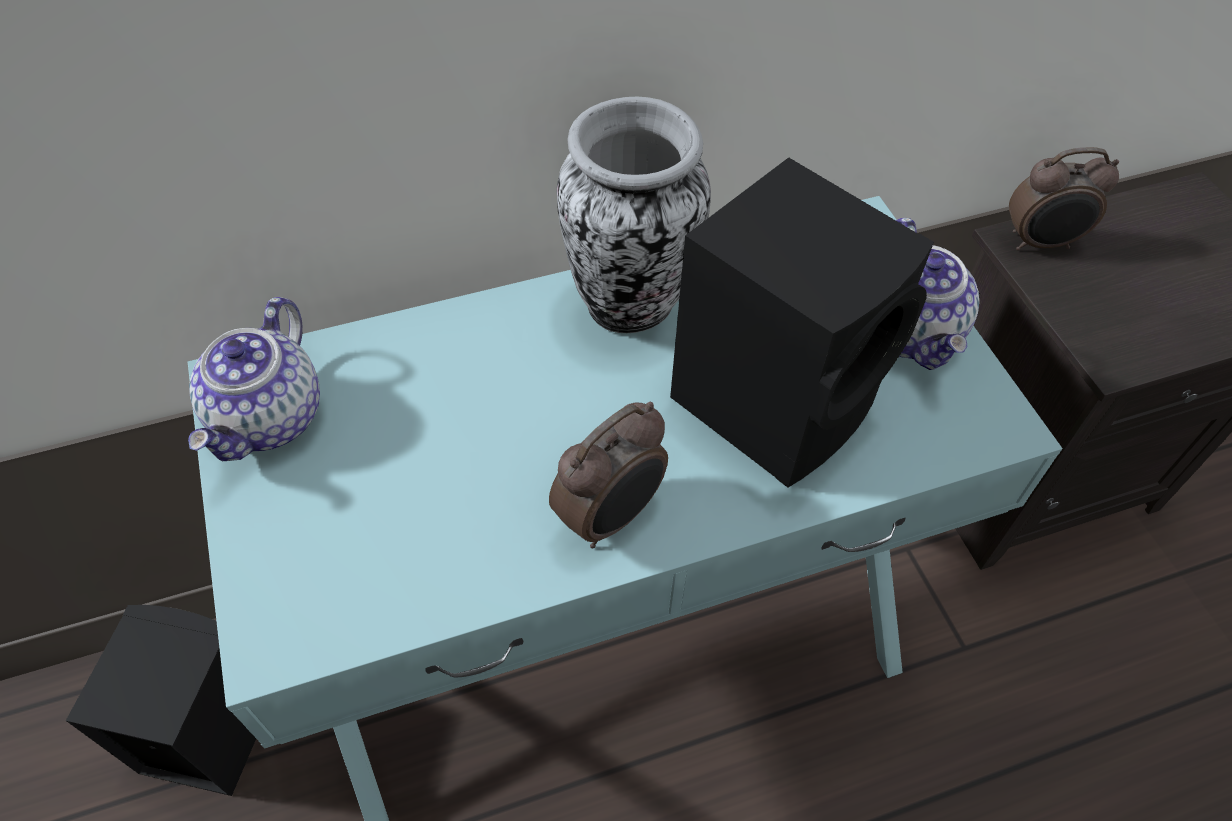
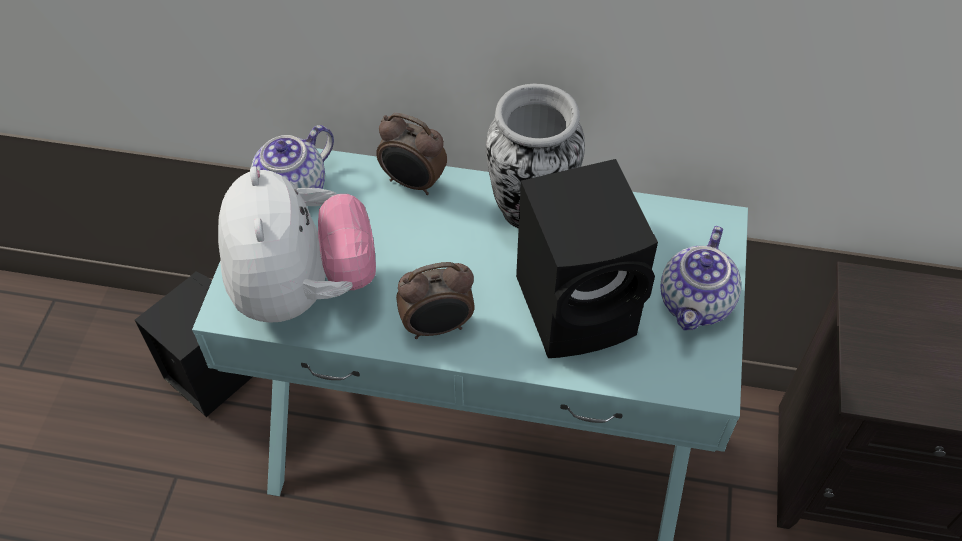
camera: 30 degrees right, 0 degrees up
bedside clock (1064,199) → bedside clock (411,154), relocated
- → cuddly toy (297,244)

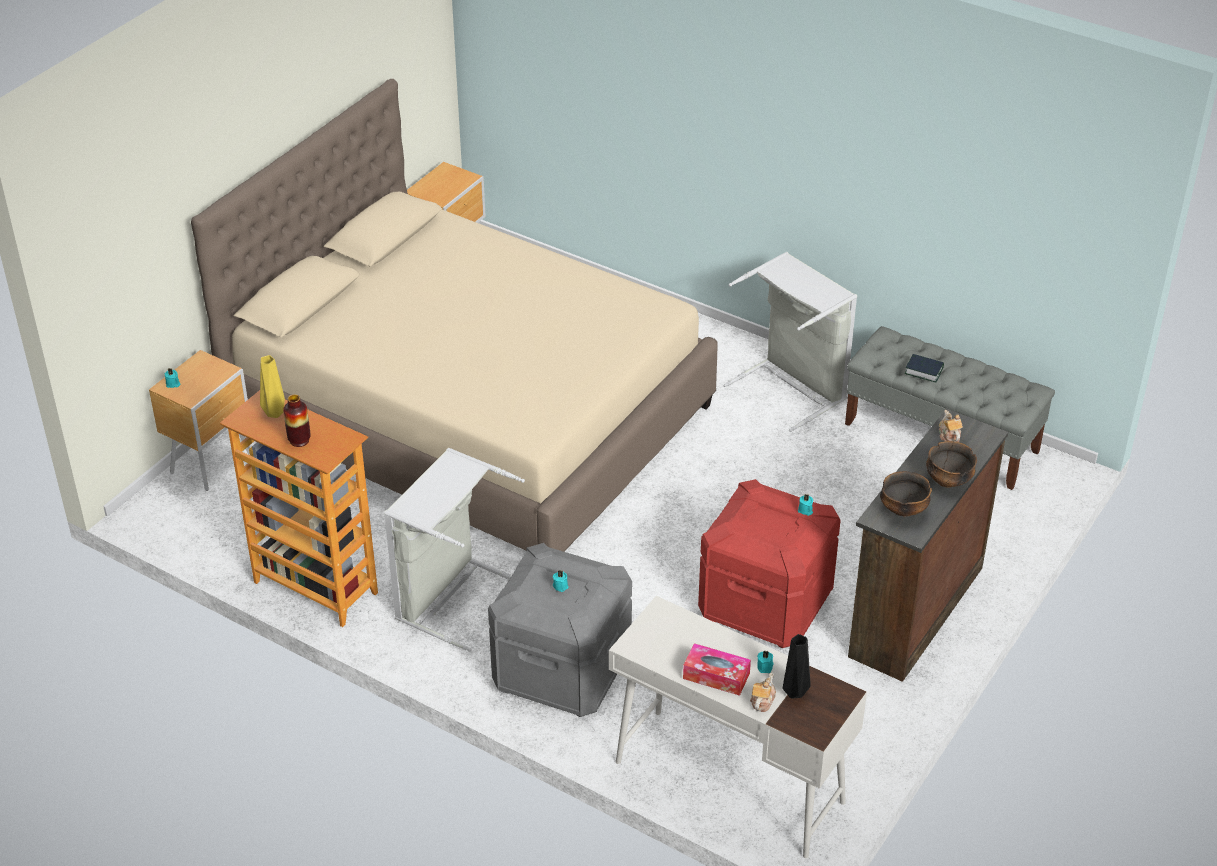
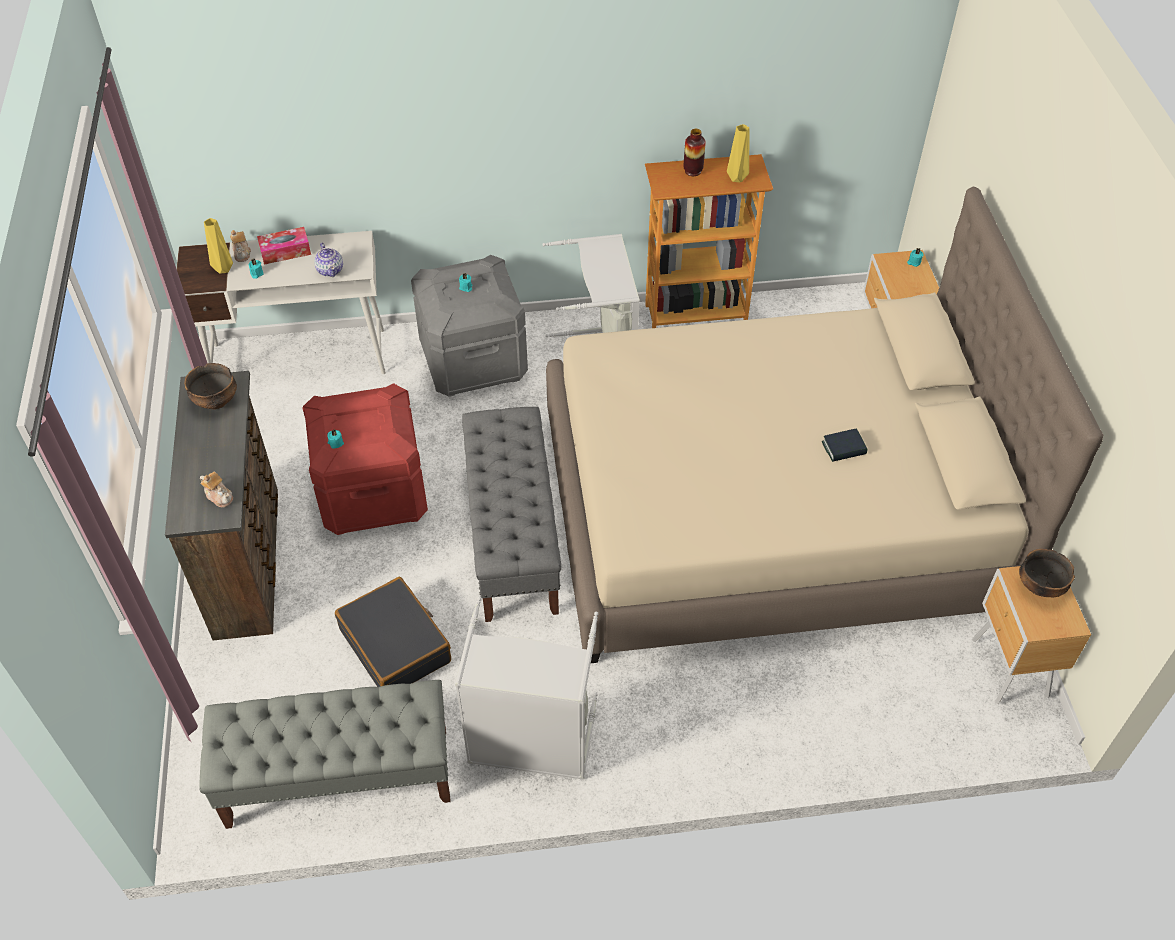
camera: 140 degrees right, 10 degrees up
vase/black-coloured (797,666) → vase/yellow-coloured (218,246)
volume (924,368) → volume (844,445), relocated
deep dish (951,464) → deep dish (1047,573), relocated
- → pot for tea (328,259)
- → travel case/black-coloured (393,632)
- → bench/grey (511,514)

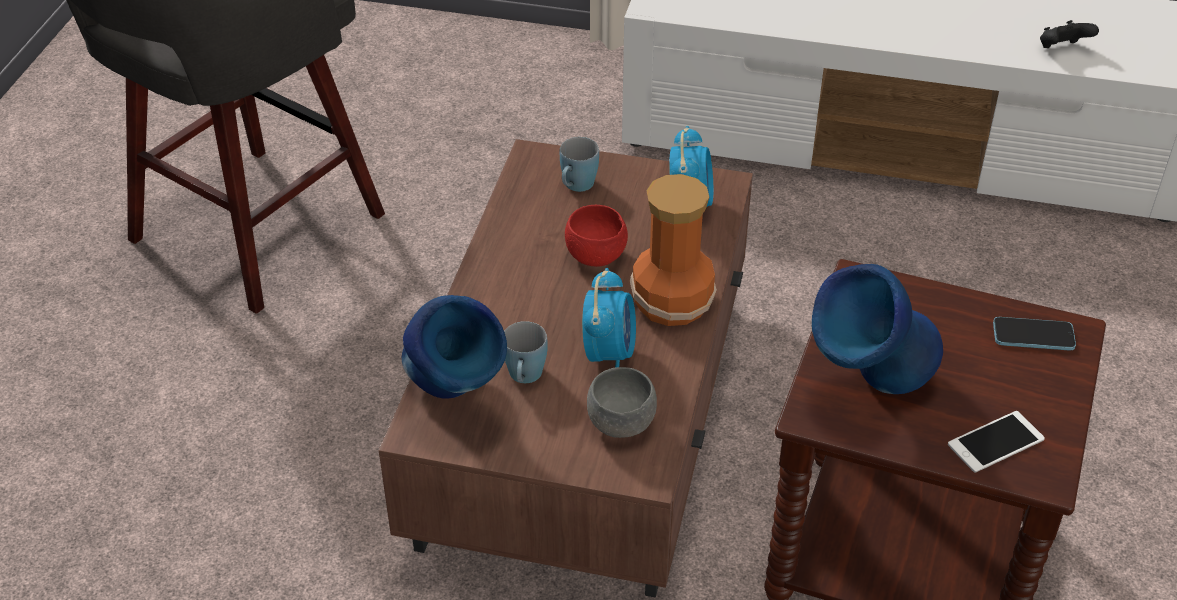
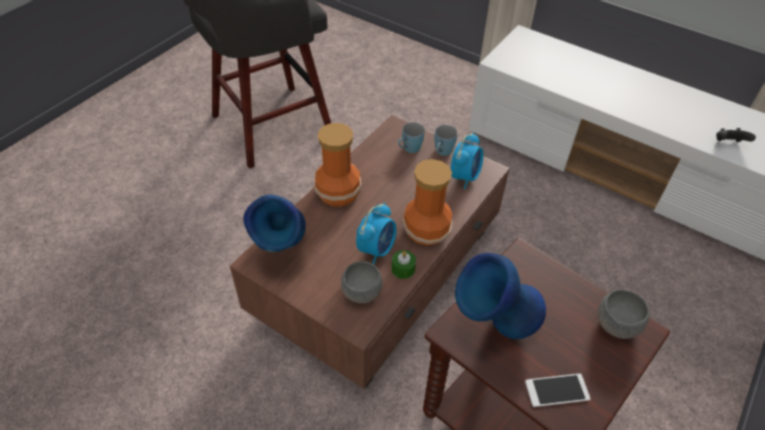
camera: 20 degrees right, 5 degrees up
mug/bluish (526,352) → mug/bluish (445,140), relocated
deep dish/red (596,236) → -
phone (1034,333) → deep dish/grey (624,314)
- → vase (338,165)
- → wax light/greenish (404,264)

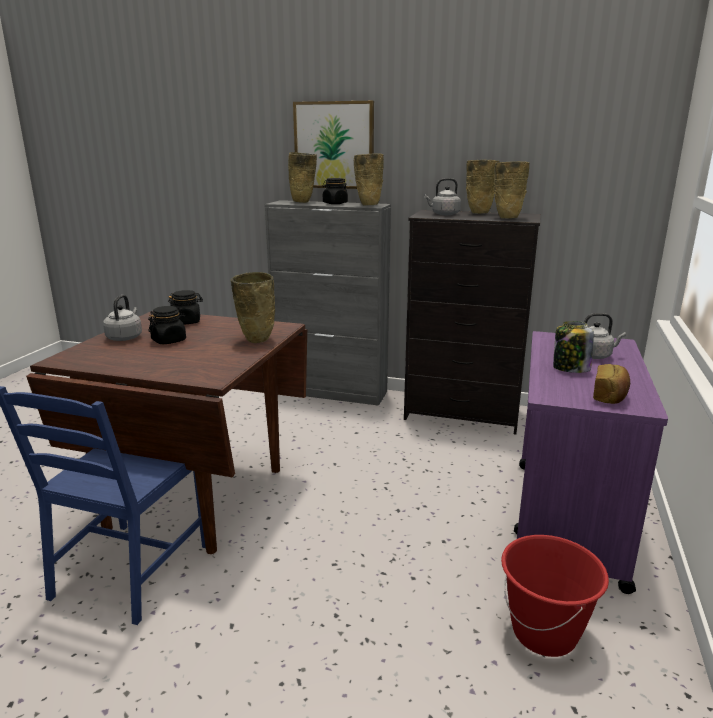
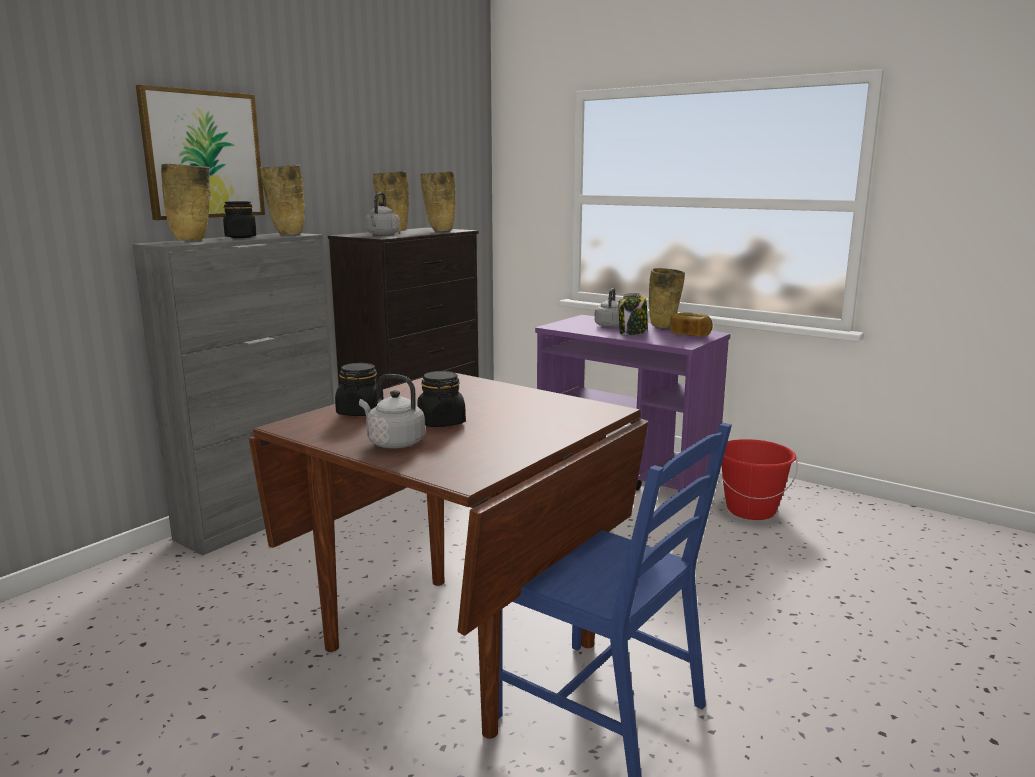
camera: 70 degrees left, 5 degrees down
vase/beige-coloured (252,307) → vase/beige-coloured (667,298), relocated

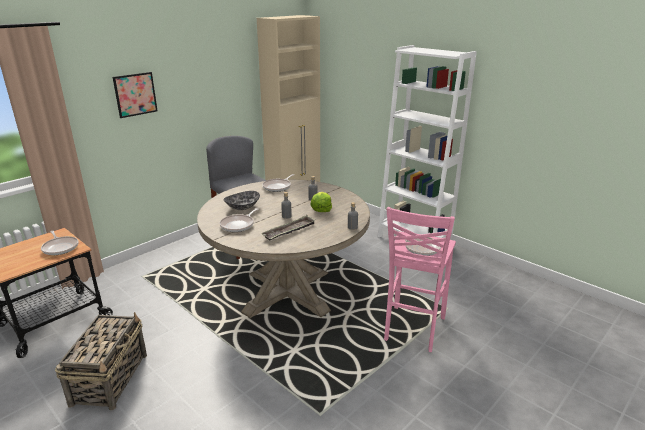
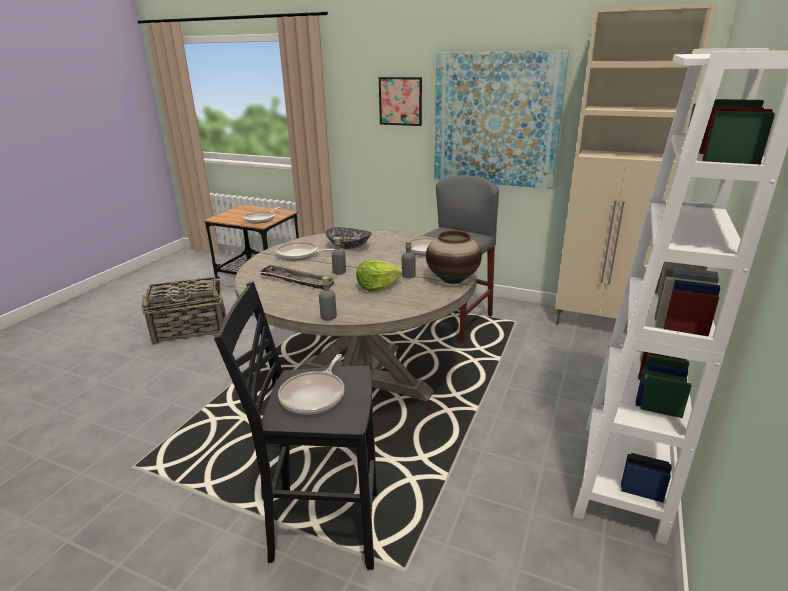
camera: 70 degrees right, 0 degrees up
sitting stool/pink-coloured (420,279) → sitting stool/black-coloured (295,426)
- → vase (454,257)
- → picture (501,120)

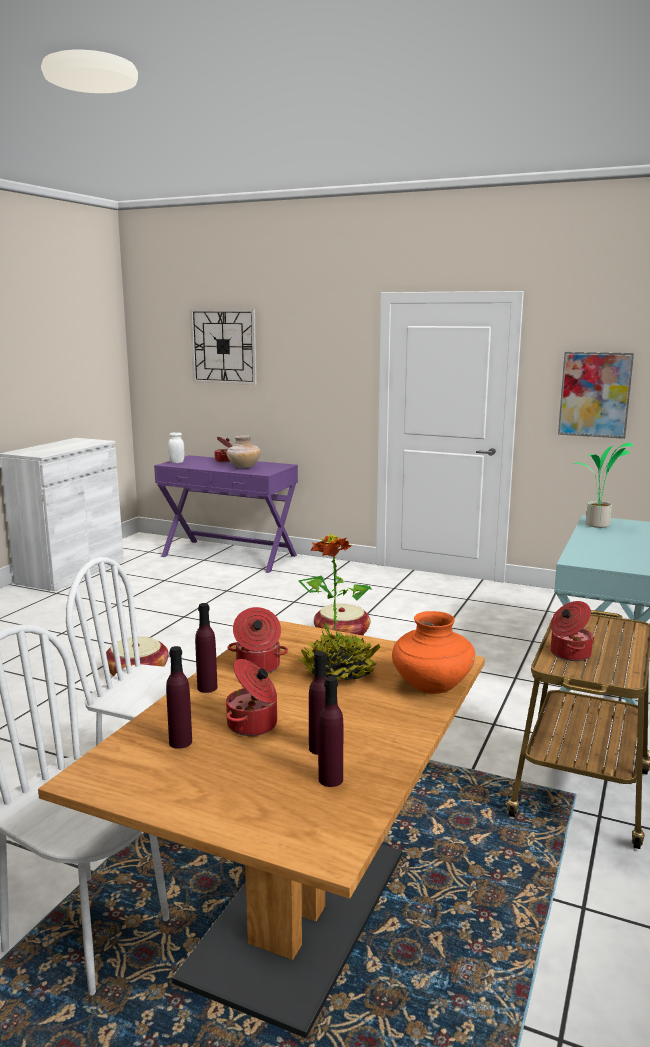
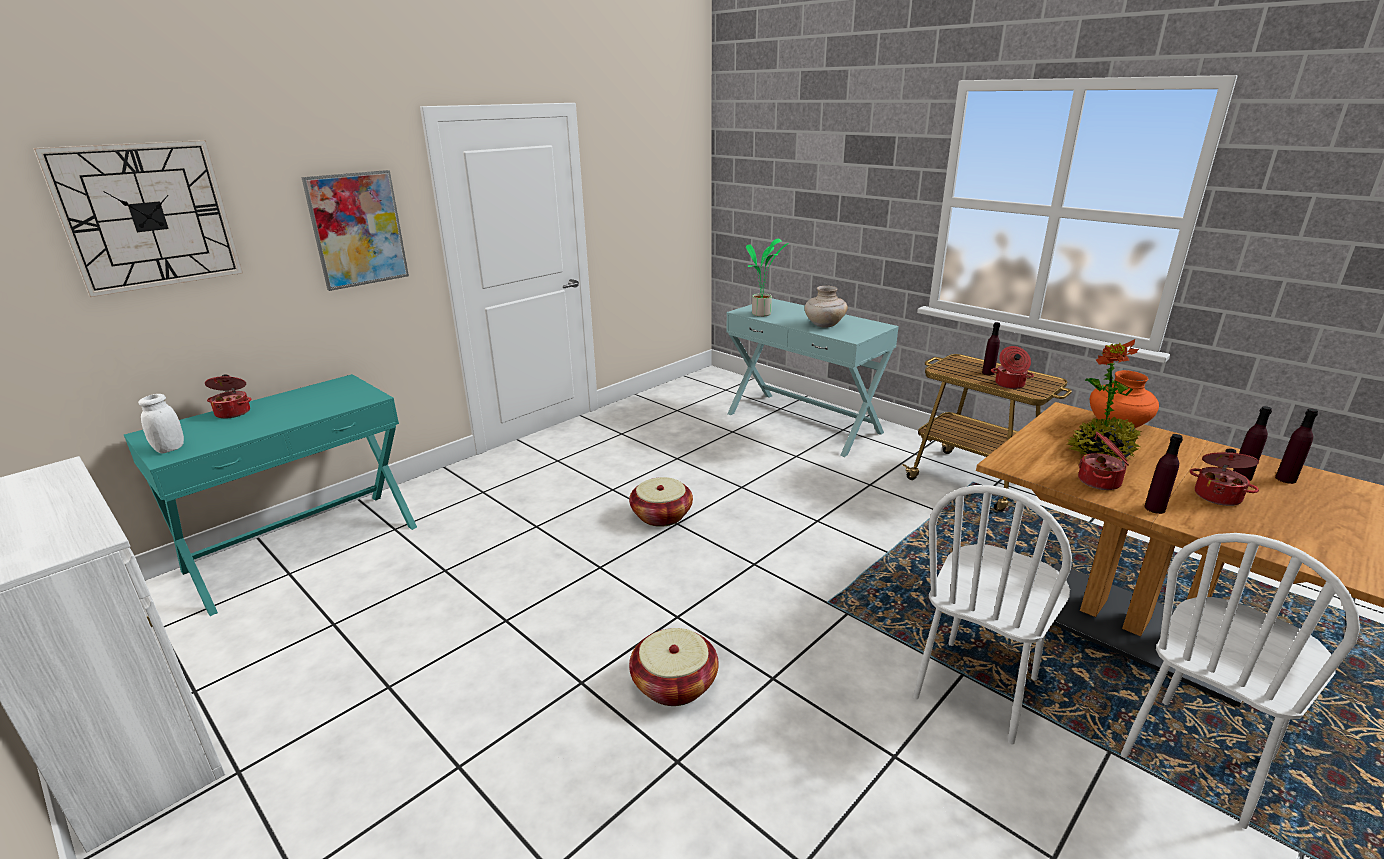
camera: 70 degrees left, 10 degrees up
narrow table/purplish (226,514) → narrow table/turquoise (270,495)
drink bottle/purplish (179,697) → drink bottle/purplish (991,348), relocated
vase/beige-coloured (243,451) → vase/beige-coloured (826,307), relocated
picture (596,395) → picture (355,230), relocated

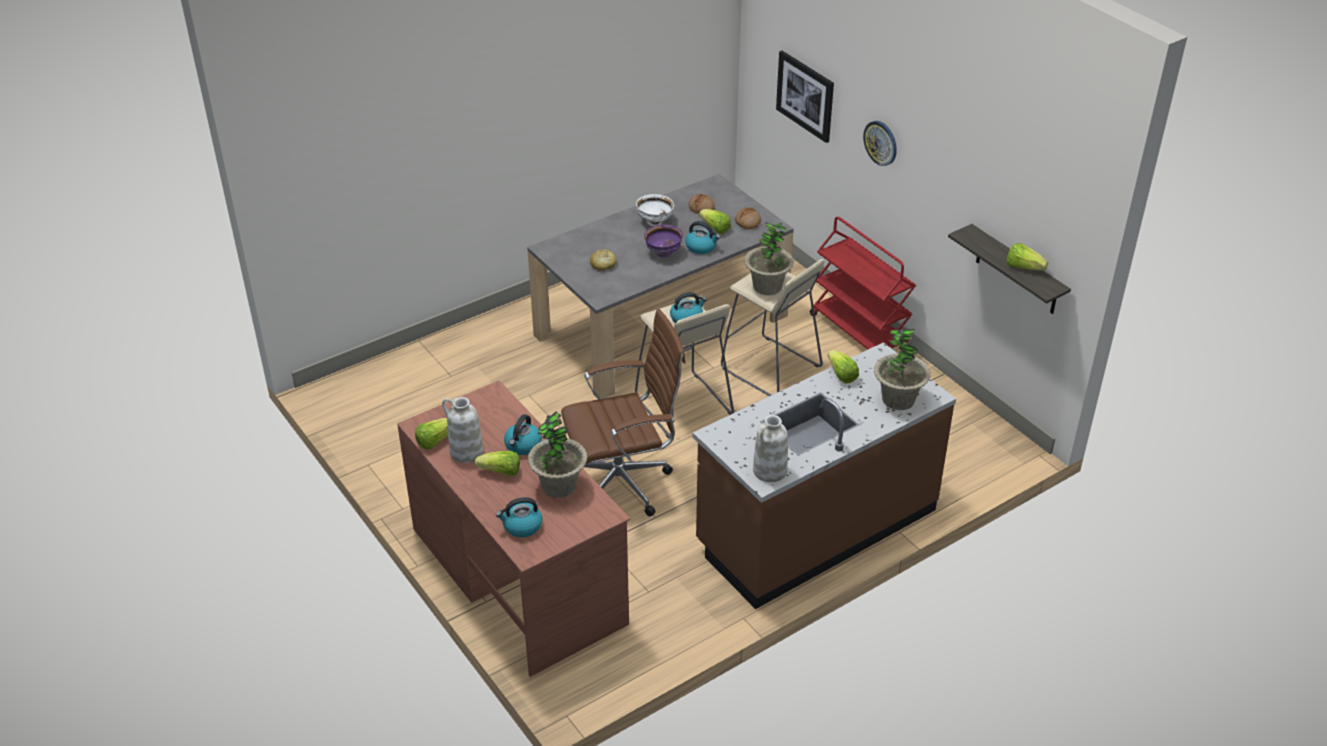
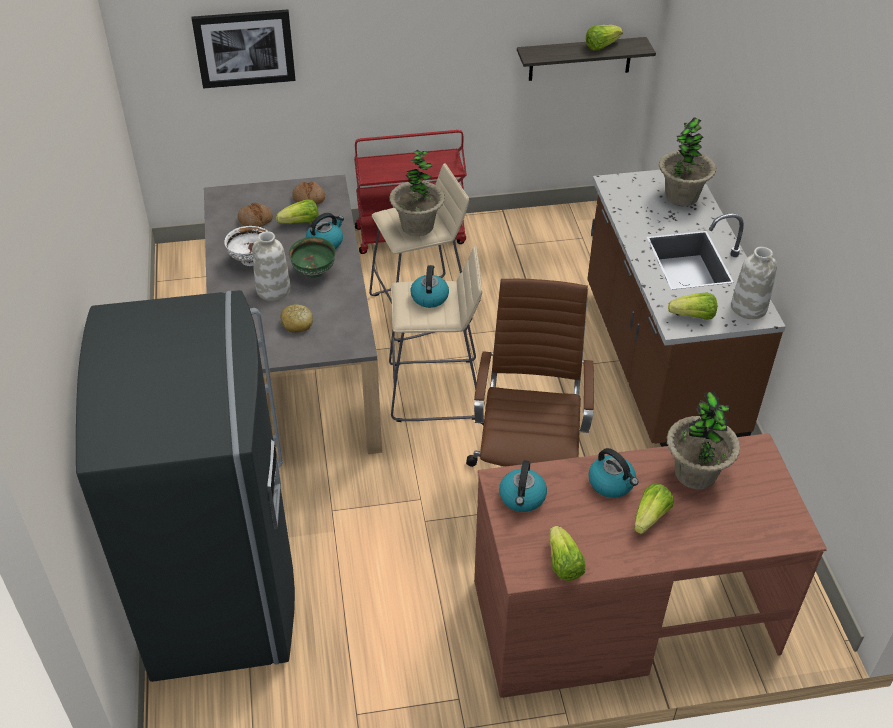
camera: 65 degrees left, 5 degrees up
vase/white-coloured (462,430) → vase/white-coloured (271,266), relocated
kettle (519,517) → kettle (523,486), relocated
deep dish/purplish (663,241) → deep dish/greenish (312,257)
lettuce head (843,367) → lettuce head (692,306), relocated
hanging clock (880,143) → -
- → kitchen fridge/grey (185,486)

